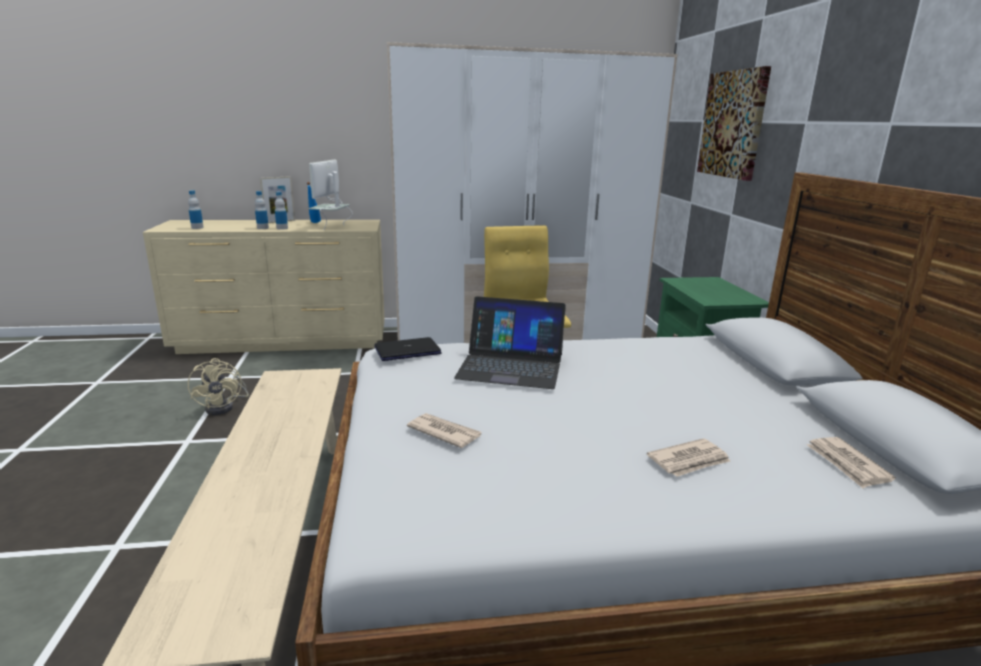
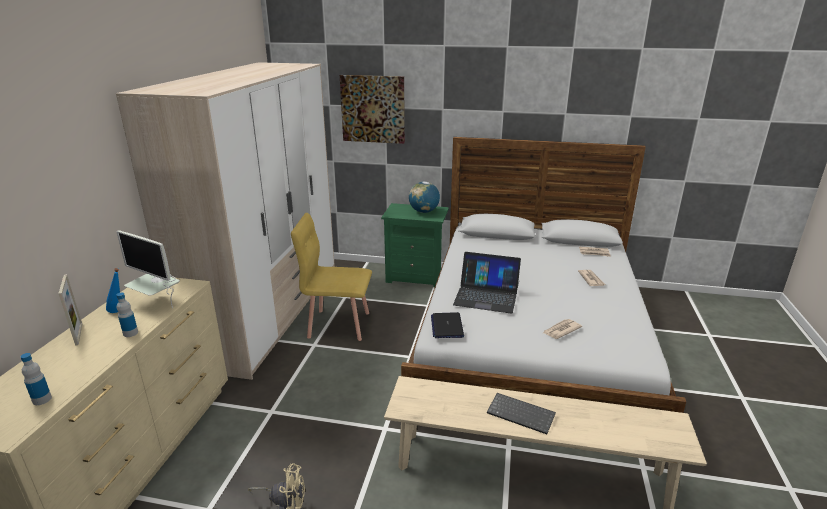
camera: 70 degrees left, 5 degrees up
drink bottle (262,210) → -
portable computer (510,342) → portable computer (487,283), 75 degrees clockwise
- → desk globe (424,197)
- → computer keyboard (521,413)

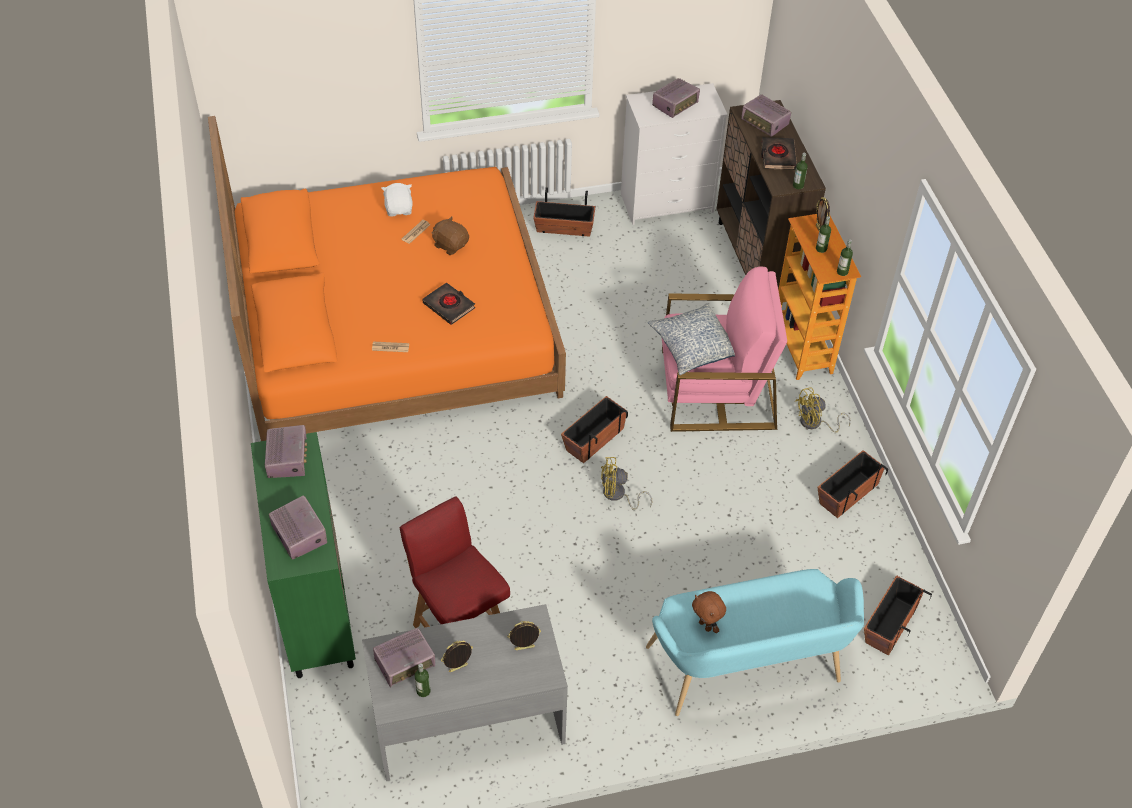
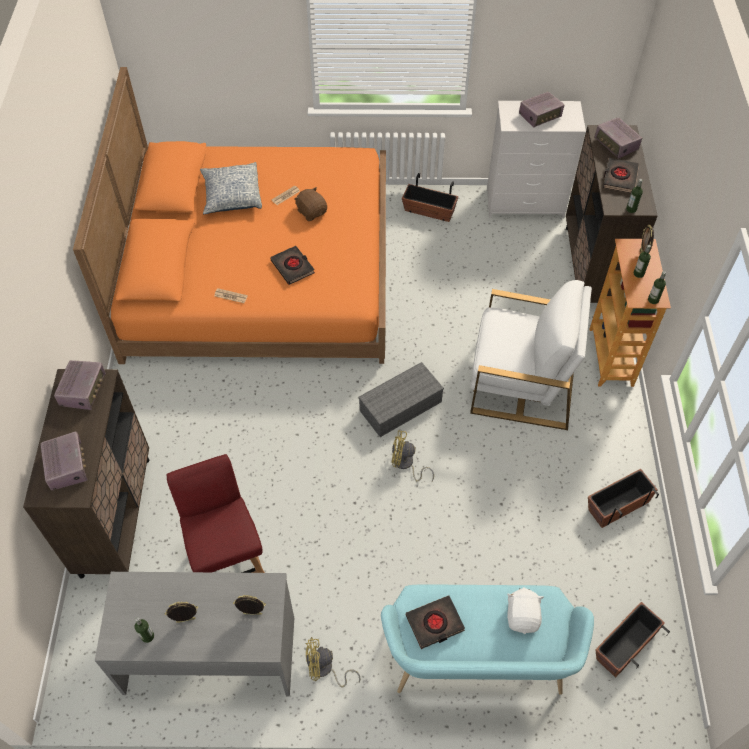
camera: 15 degrees right, 5 degrees up
storage cabinet/greenish (303,555) → storage cabinet/brown (86,473)
radio (404,657) → -
cuddly toy/white-coloured (397,200) → cuddly toy/white-coloured (525,610), relocated
flower pot (594,429) → storage container/grey (401,399)
cushion (691,339) → cushion (231,188), relocated
armchair/pink-coloured (724,349) → armchair/white-coloured (531,355)
cuddly toy/brown (709,612) → volume/black-coloured (435,622)
fan/yellow-coloured (823,410) → fan/yellow-coloured (333,662), relocated

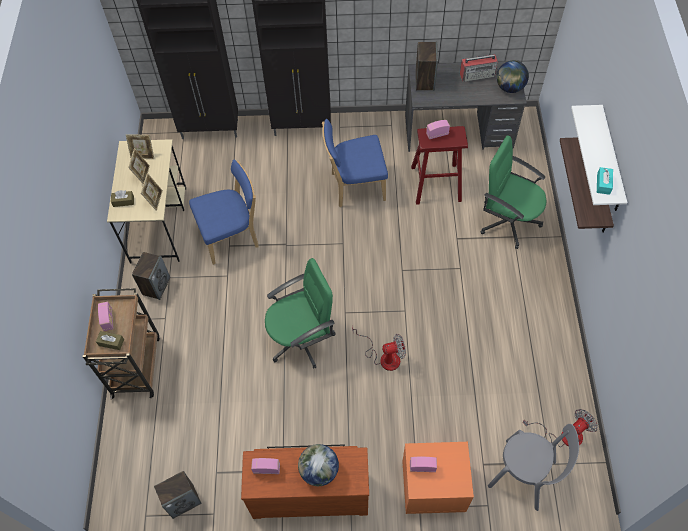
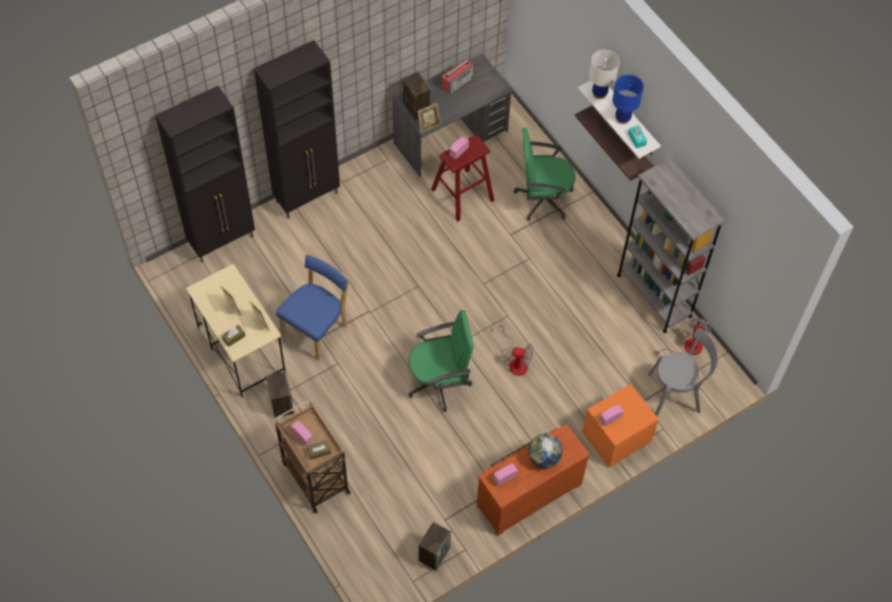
camera: 35 degrees left, 0 degrees up
picture frame (140,146) → picture frame (429,118), relocated
office chair/greenish (300,313) → office chair/greenish (441,360), 45 degrees clockwise
chair/bluish (355,163) → -
fan (379,349) → fan (516,349), 60 degrees clockwise
desk globe (512,76) → -
- → tabletop lamp/white-coloured (604,74)
- → tabletop lamp/bluish (628,99)
- → bookcase/grey (671,245)

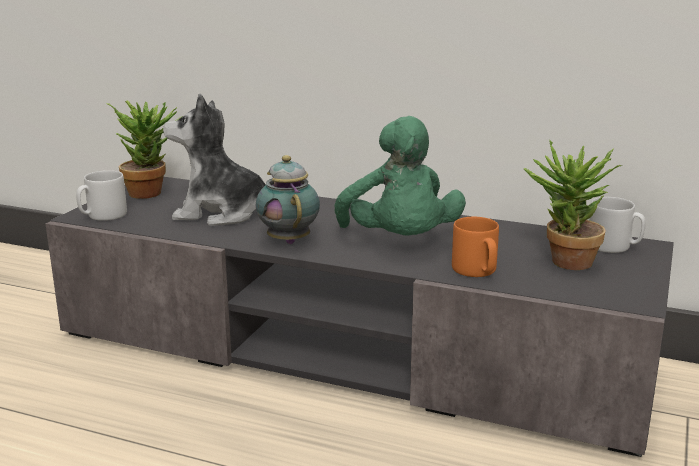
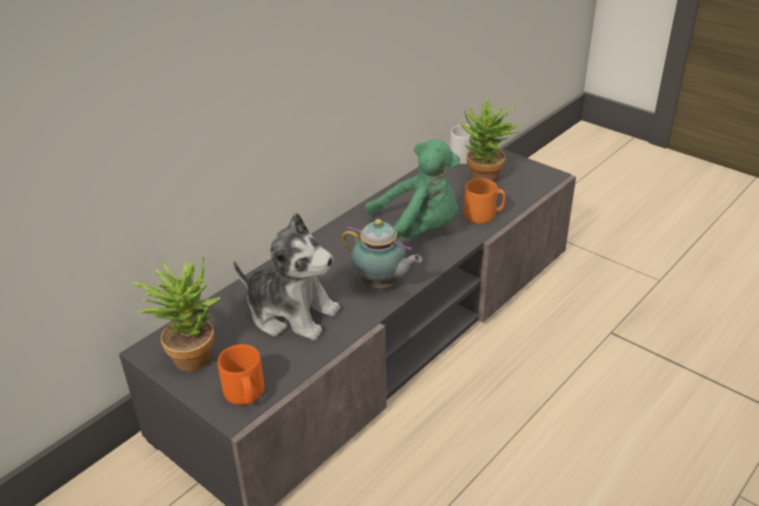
camera: 70 degrees left, 15 degrees up
mug/grey (101,195) → mug/orange-coloured (241,374)
cuddly toy (214,159) → cuddly toy (286,276), 90 degrees counterclockwise
pot for tea (288,199) → pot for tea (382,253), 150 degrees counterclockwise

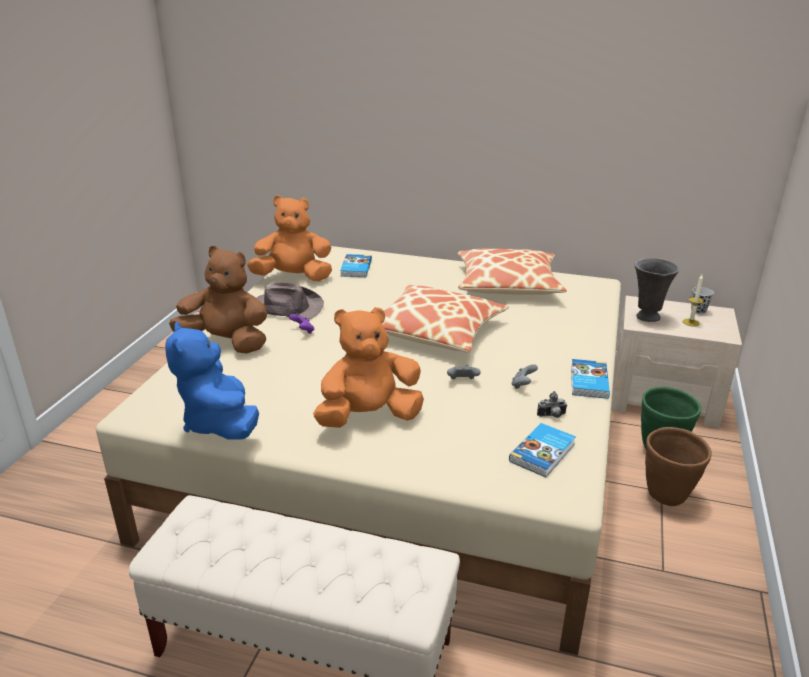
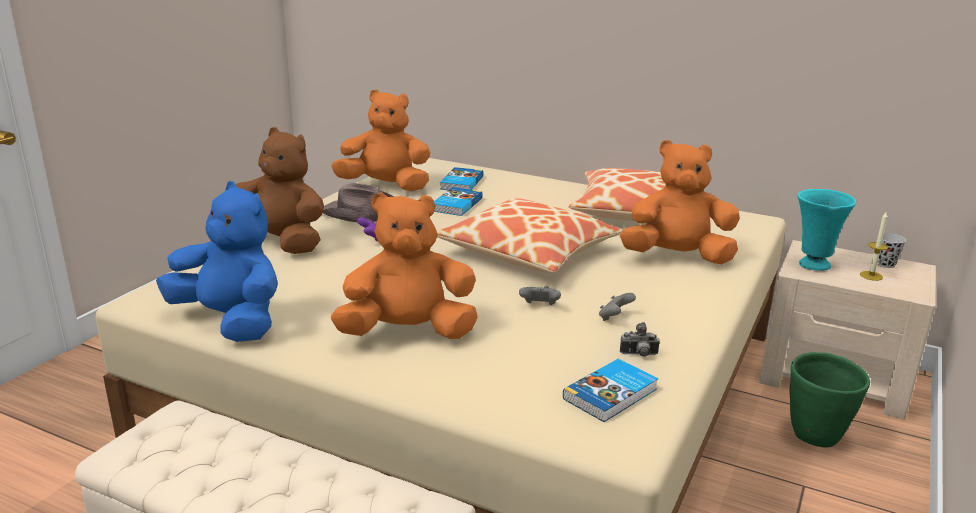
camera: 10 degrees right, 5 degrees down
cuddly toy/bluish (212,381) → cuddly toy/bluish (217,261), 135 degrees clockwise
volume (590,379) → volume (458,201), relocated
vase/grey (657,290) → vase/turquoise (826,230)
flower pot/brown (678,466) → -
- → cuddly toy/orange-coloured (680,202)

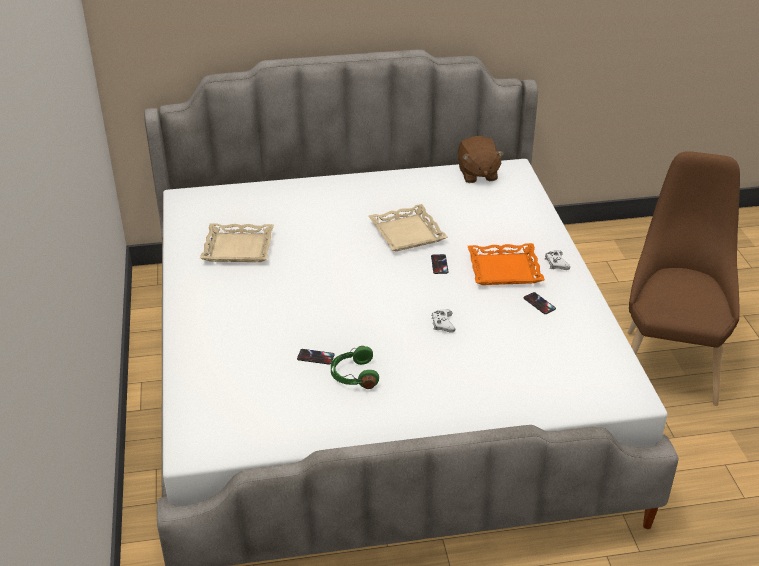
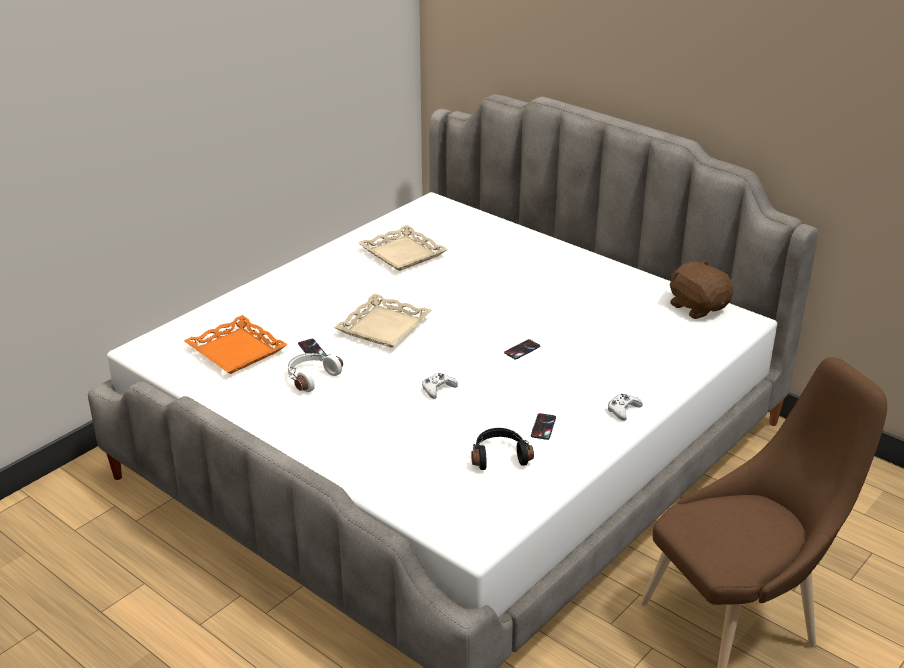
camera: 50 degrees right, 5 degrees down
pair of headphones/greenish (355,367) → pair of headphones/white-coloured (315,372)
tray/beige-coloured (408,228) → tray/beige-coloured (383,321), relocated
cuddly toy/brown (480,159) → cuddly toy/brown (701,289), 105 degrees clockwise
tray/orange-coloured (506,264) → tray/orange-coloured (236,344), relocated
- → pair of headphones/black-coloured (502,449)

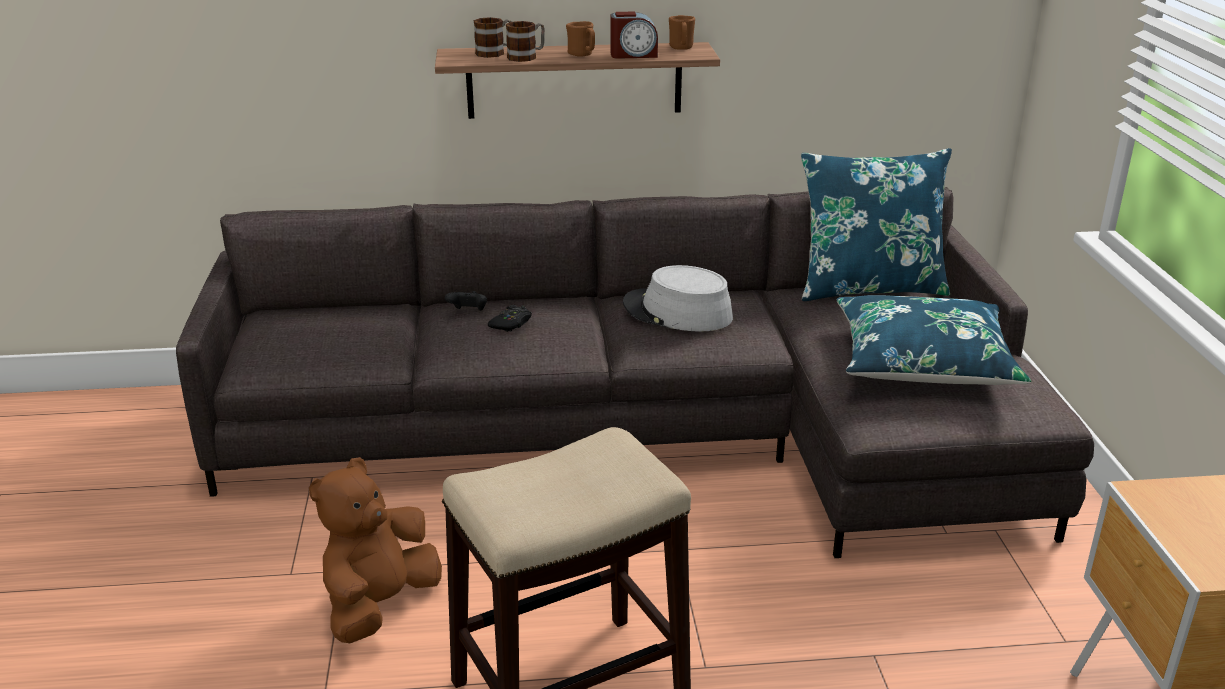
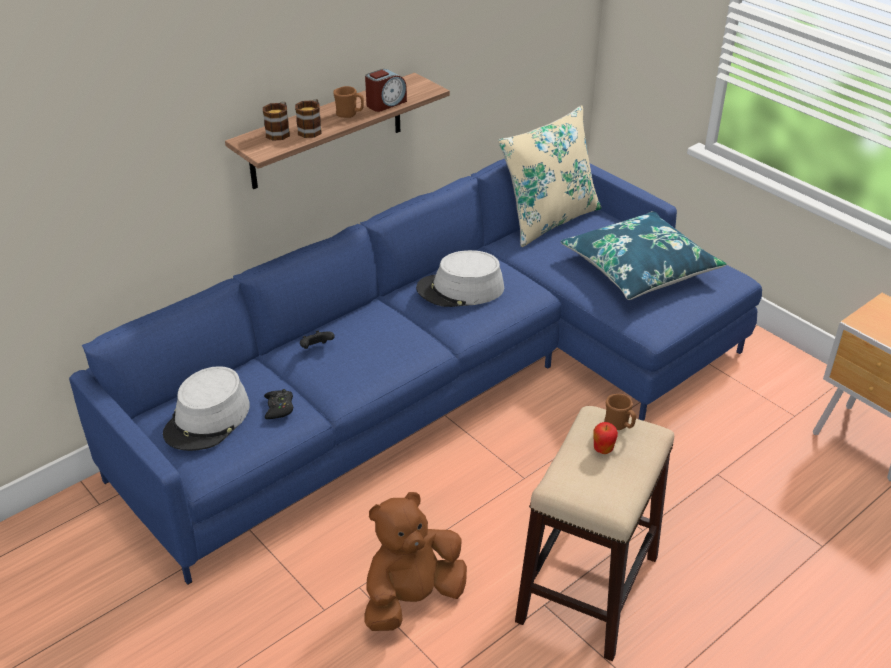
camera: 35 degrees left, 10 degrees up
sofa/grey (635,372) → sofa/bluish (415,372)
cuddly toy/brown (375,550) → cuddly toy/brown (415,561), 60 degrees clockwise
gamepad/black-coloured (510,318) → gamepad/black-coloured (279,404), relocated
mug/brown (682,32) → mug/brown (620,412), relocated
cushion/bluish (876,224) → cushion/beige-coloured (549,176)
- → hat/grey (206,408)
- → apple fruit (605,438)

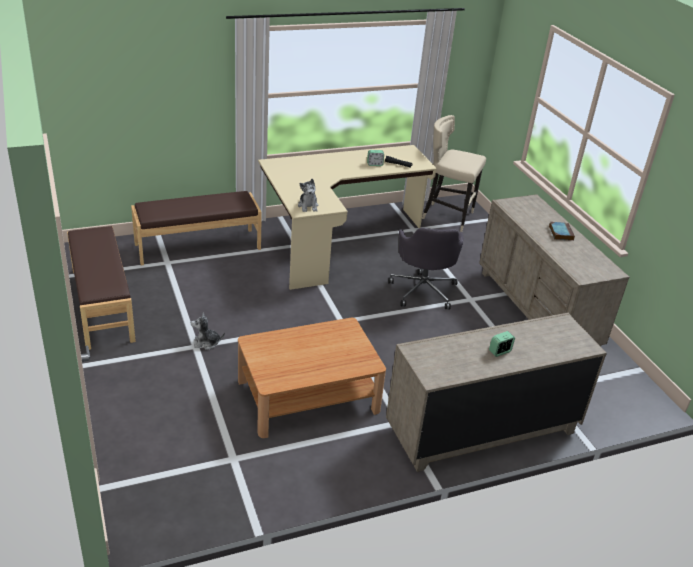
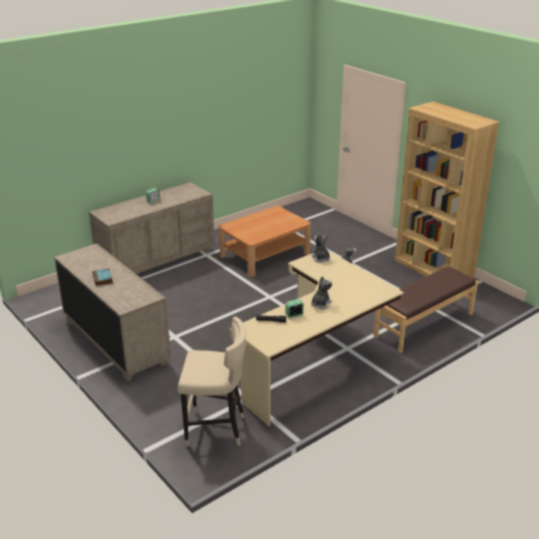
camera: 165 degrees right, 5 degrees down
bench/brown (101,288) → bookcase/brown (447,190)
office chair/grey (426,269) → -
- → cuddly toy (321,292)

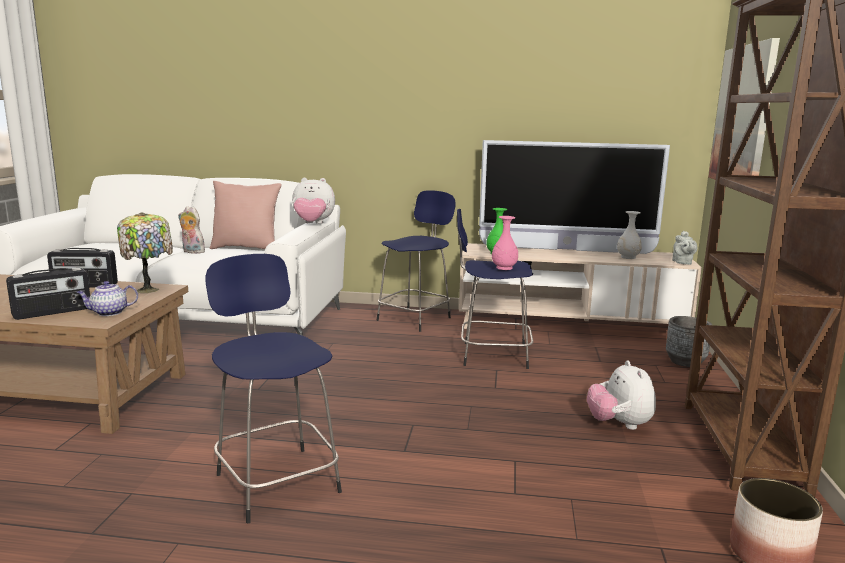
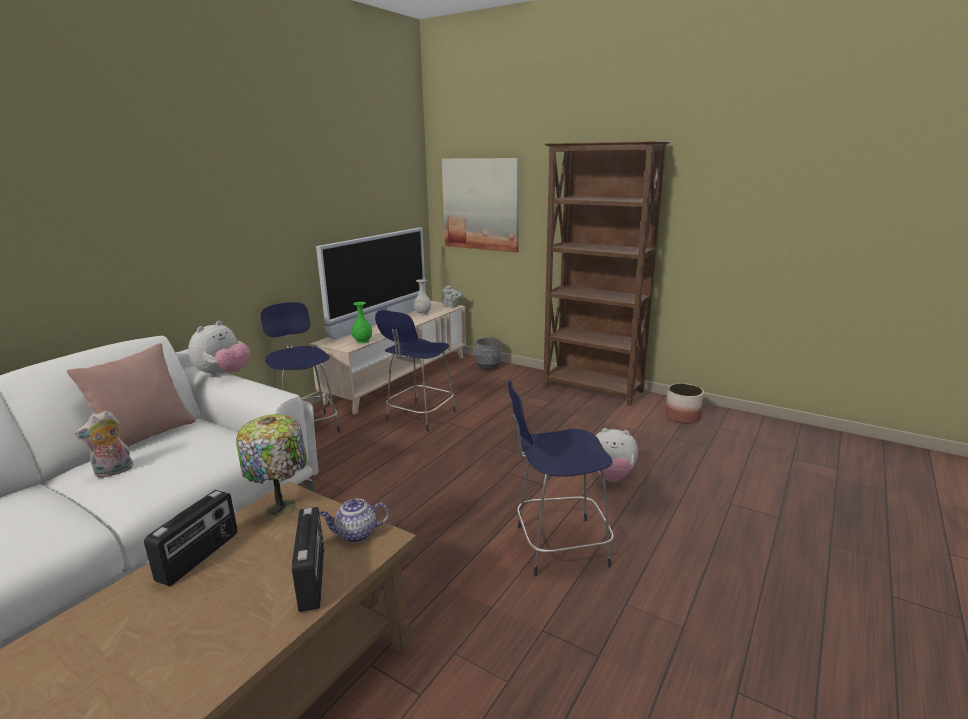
camera: 65 degrees left, 5 degrees up
pot for tea (107,298) → pot for tea (354,521), 75 degrees clockwise
vase/pink-coloured (505,243) → -
cuddly toy (621,395) → cuddly toy (617,455), relocated

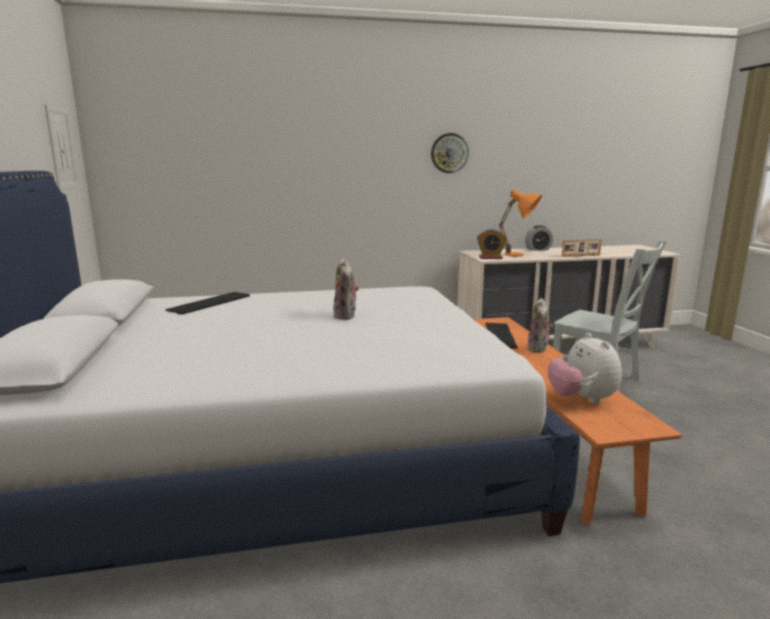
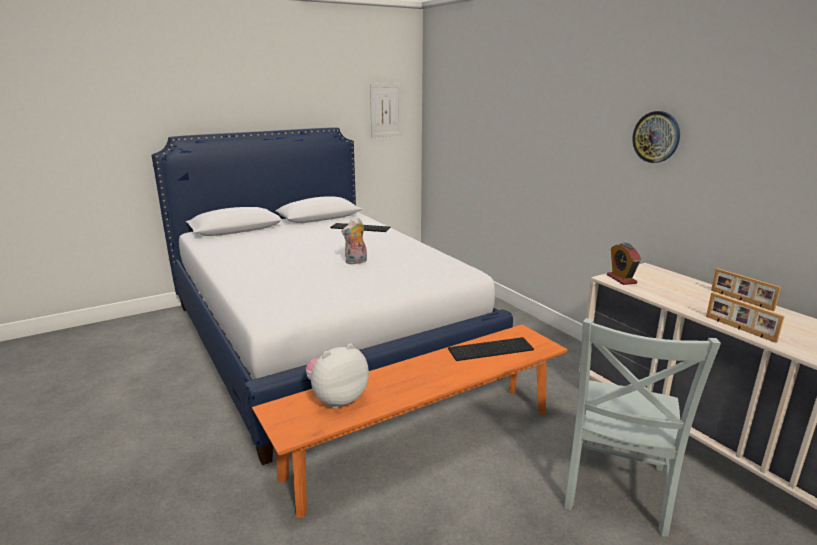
camera: 70 degrees right, 5 degrees up
tabletop lamp/orange-coloured (520,222) → -
bedside clock (539,238) → picture frame (746,289)
cuddly toy (540,325) → -

